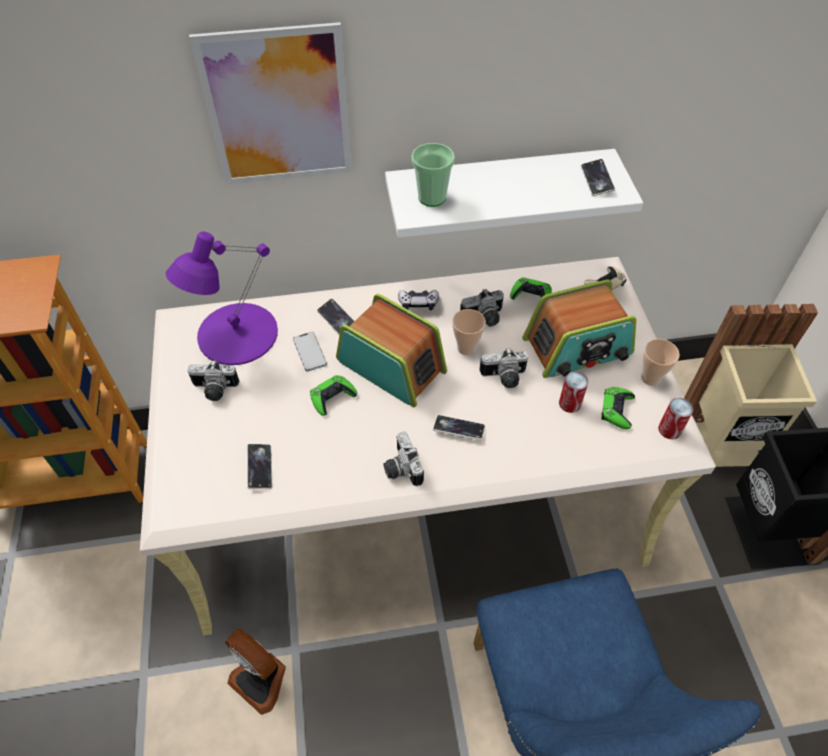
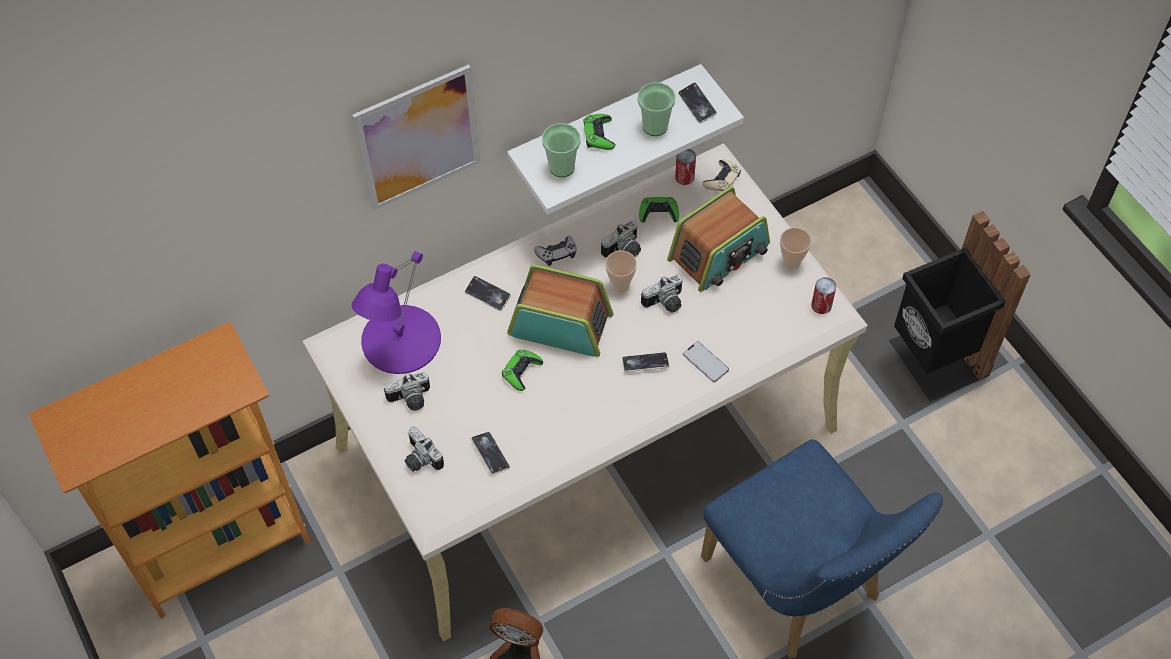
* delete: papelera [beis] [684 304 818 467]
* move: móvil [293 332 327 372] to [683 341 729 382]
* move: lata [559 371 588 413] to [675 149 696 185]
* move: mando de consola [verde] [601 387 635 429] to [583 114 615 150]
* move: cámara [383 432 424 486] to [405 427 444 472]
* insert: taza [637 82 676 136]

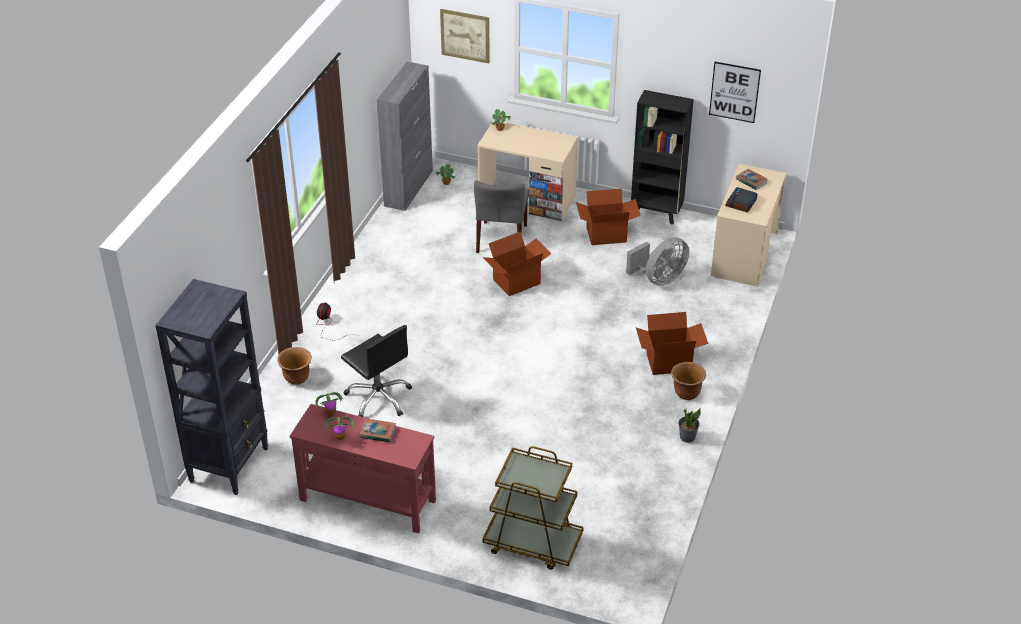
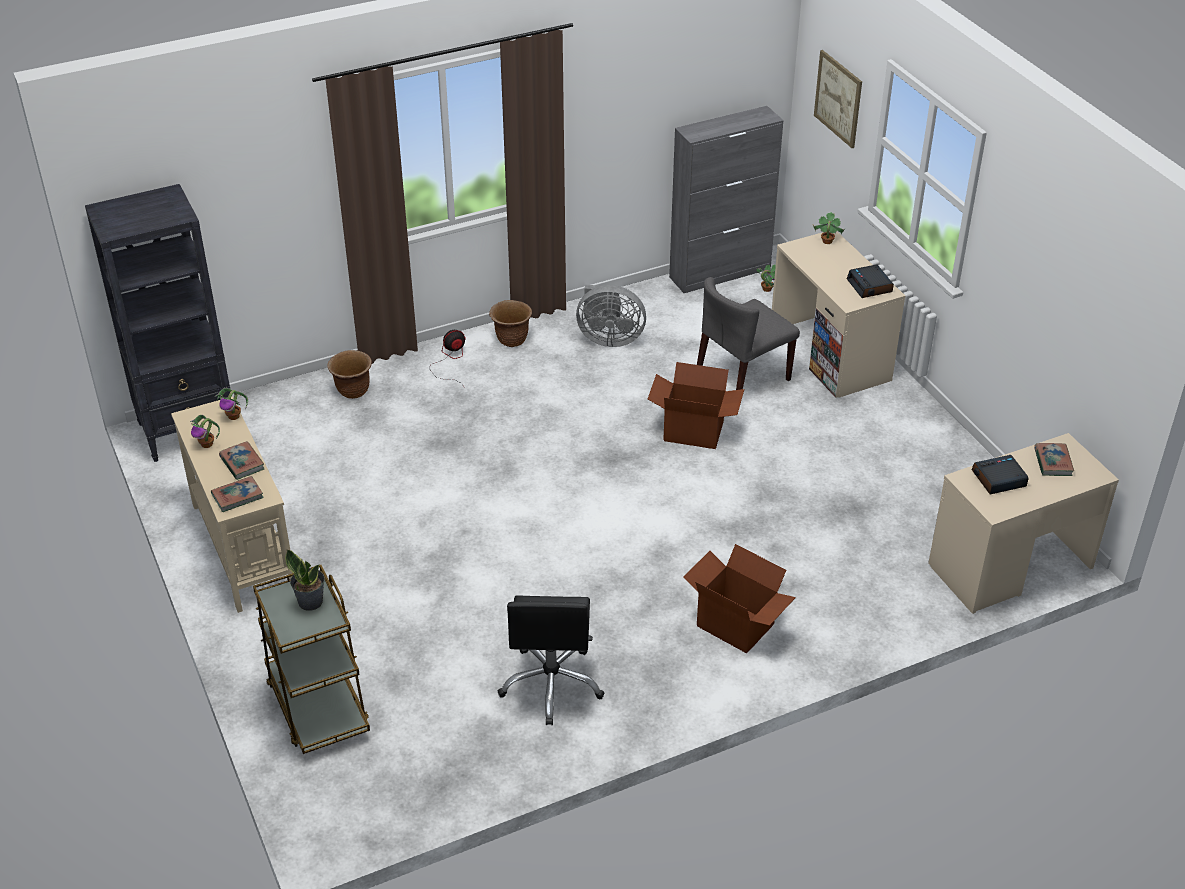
* delete: cuadro [709 62 761 123]
* delete: estantería [negro] [631 90 694 225]
* delete: caja de cartón [576 189 641 245]
* move: ventilador [gris] [626 237 689 286] to [576 285 646 347]
* move: silla de oficina [negro] [341 325 412 417] to [498 595 605 725]
* move: maceta [marrón] [671 362 706 400] to [489 300 532 347]
* recolor: mesa consola [rojo] [290 404 436 534] to mesa consola [beis] [171 396 293 613]
* move: planta en maceta [678 408 701 443] to [285 550 325 611]
* insert: despertador [847 265 894 298]
* insert: libro [211 476 264 512]

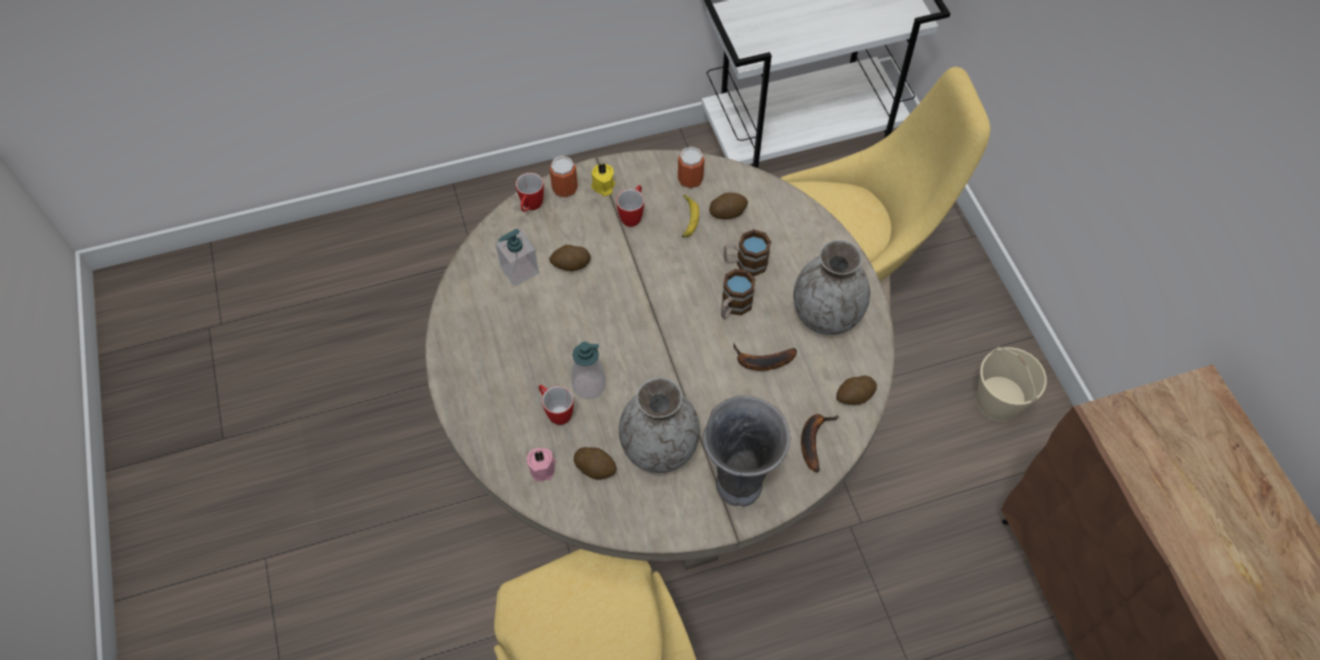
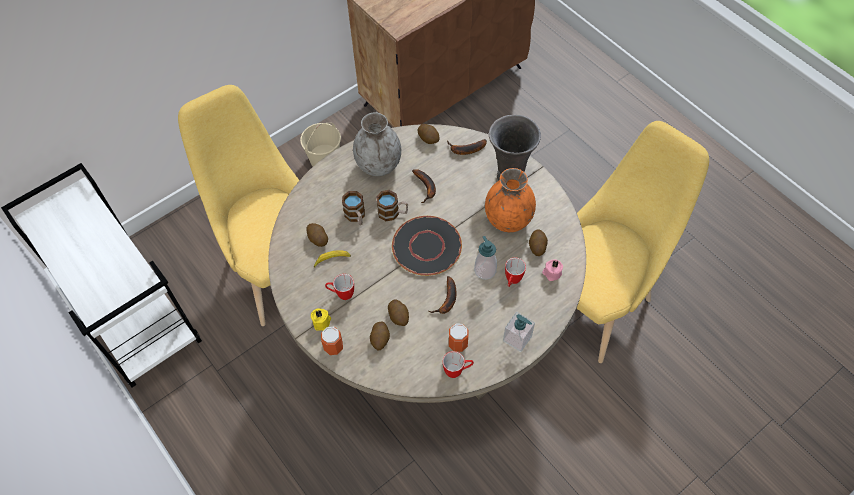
* move: lata [678 147 705 189] to [449 324 468 352]
* move: taza grande [516 173 544 212] to [443 351 474 378]
* move: dispensador de jabón [495 229 539 286] to [503 312 535 352]
* recolor: florero [gris] [619 377 700 473] to florero [naranja] [485 168 536 232]
* insert: plato [negro] [392 216 462 276]
* insert: plátano [429 276 457 314]
* insert: patata [370 322 390 351]

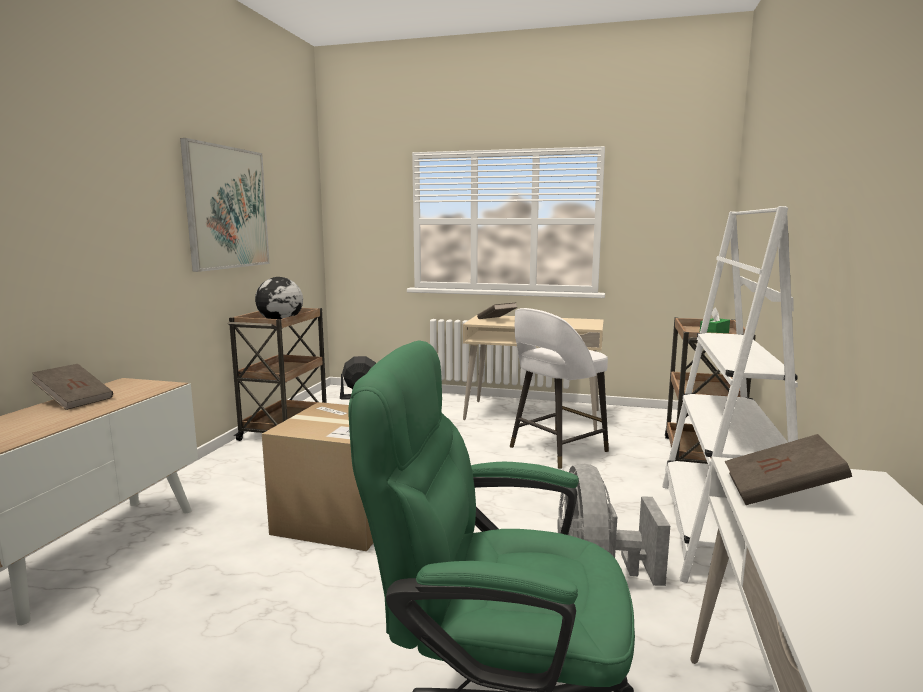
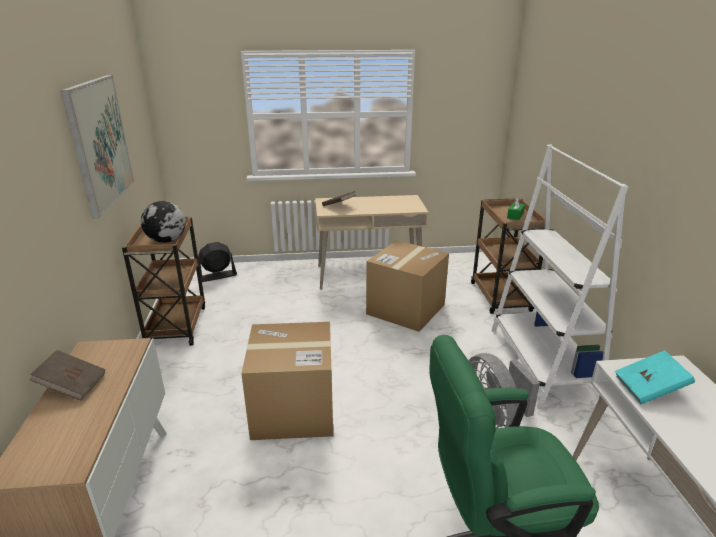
* replace: taburete [blanco] [510 308 609 469] to caja de cartón [366 240 449 332]
* recolor: libro [marrón] [725 434 852 505] to libro [turquesa] [615 350 695 405]

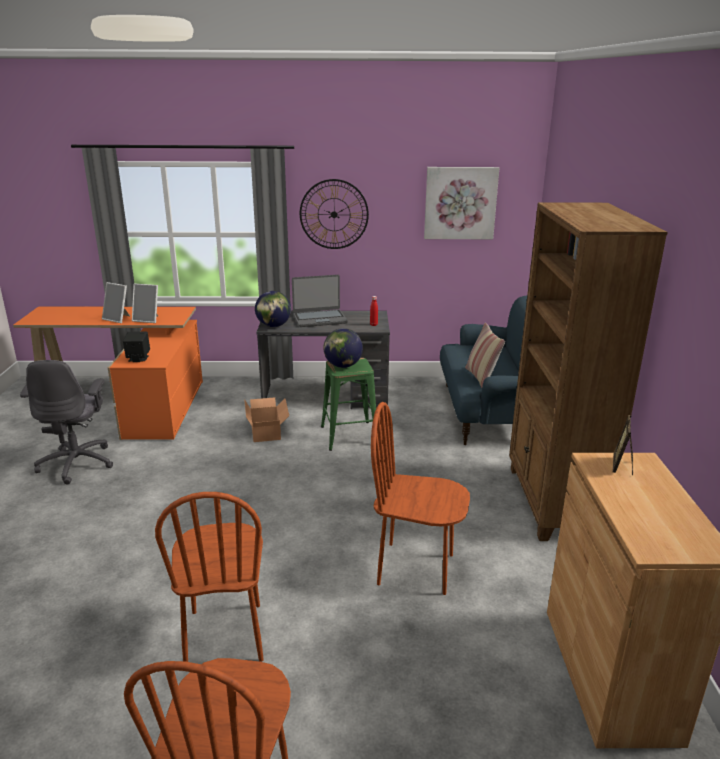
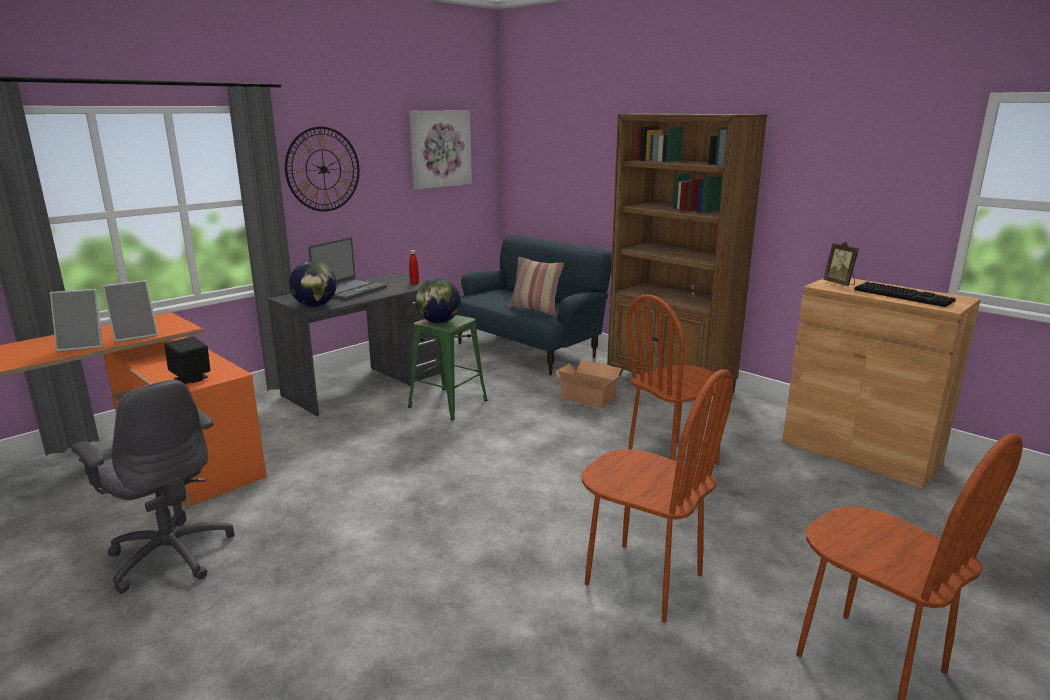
* move: caja de cartón [244 397 289 442] to [555 360 622 409]
* insert: teclado [854 282 956 307]

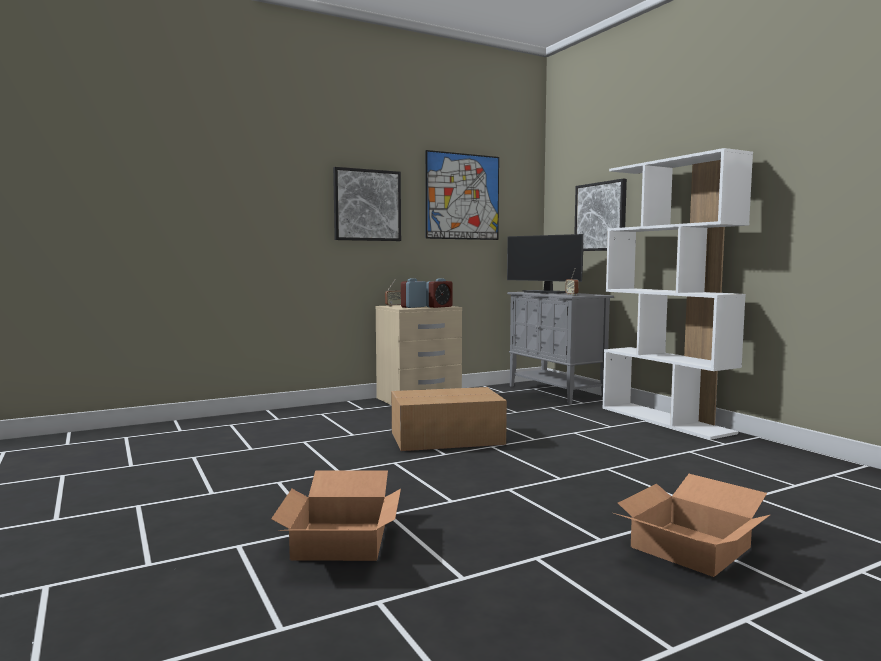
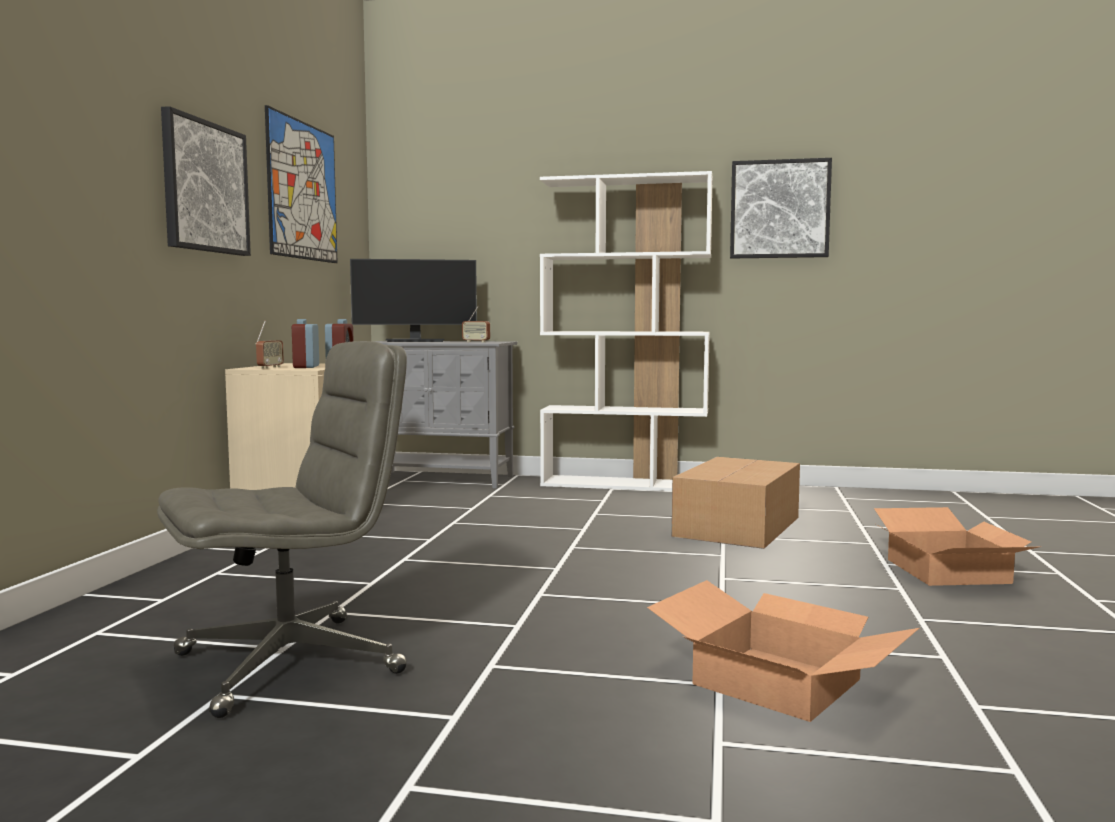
* move: cuadro [574 179 627 251] to [730 158 832 259]
* move: caja de cartón [391 387 507 451] to [672 457 800 549]
* insert: silla de oficina [gris] [157 341 407 718]

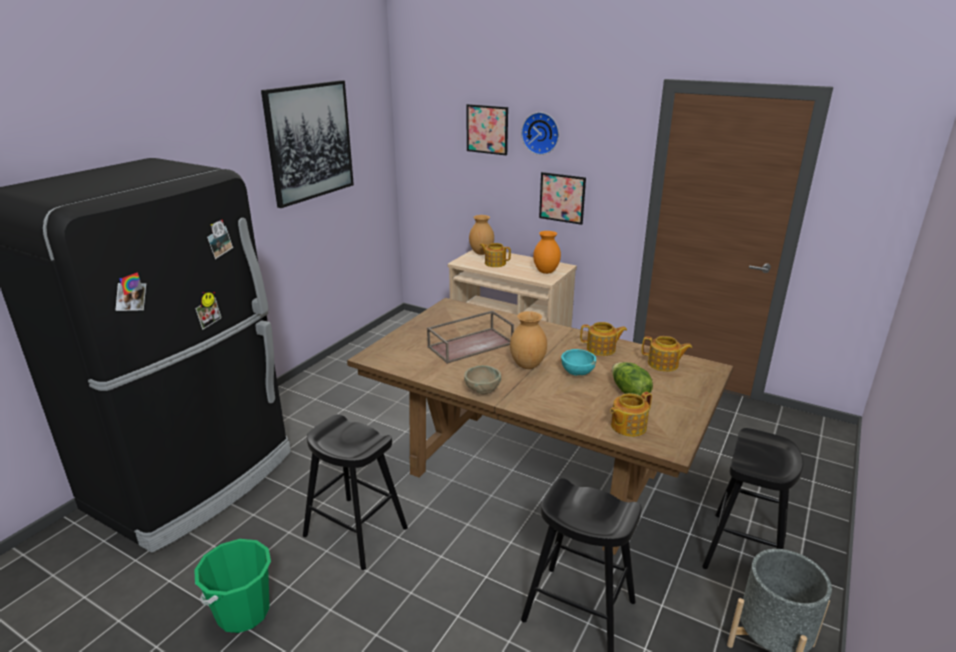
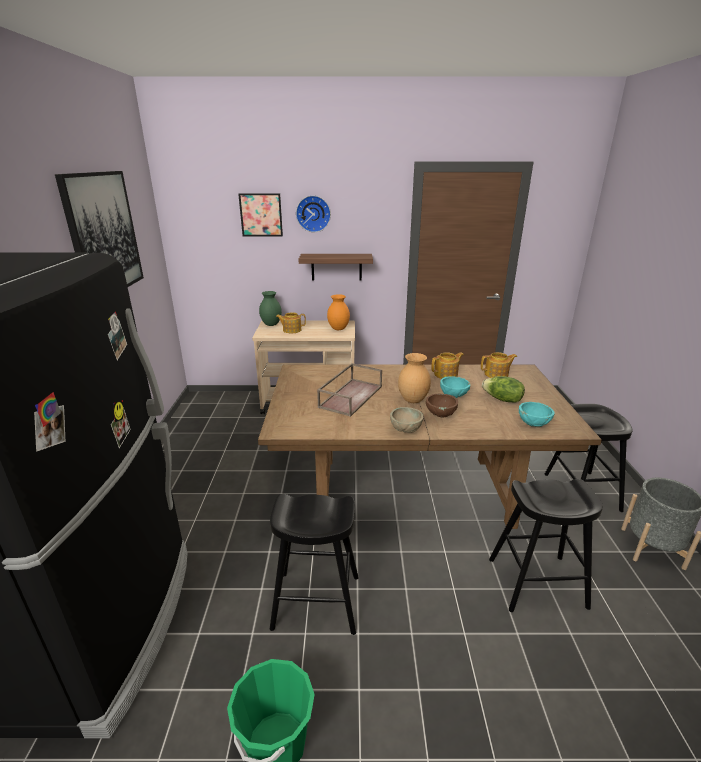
* replace: cuadro [539 172 586 225] to estante [298 254 373 281]
* recolor: florero [marrón] [469 215 494 255] to florero [verde] [259 291 282 326]
* replace: tetera [610 392 652 437] to cuenco [turquesa] [519 402 555 427]
* insert: cuenco [marrón] [426 394 458 417]

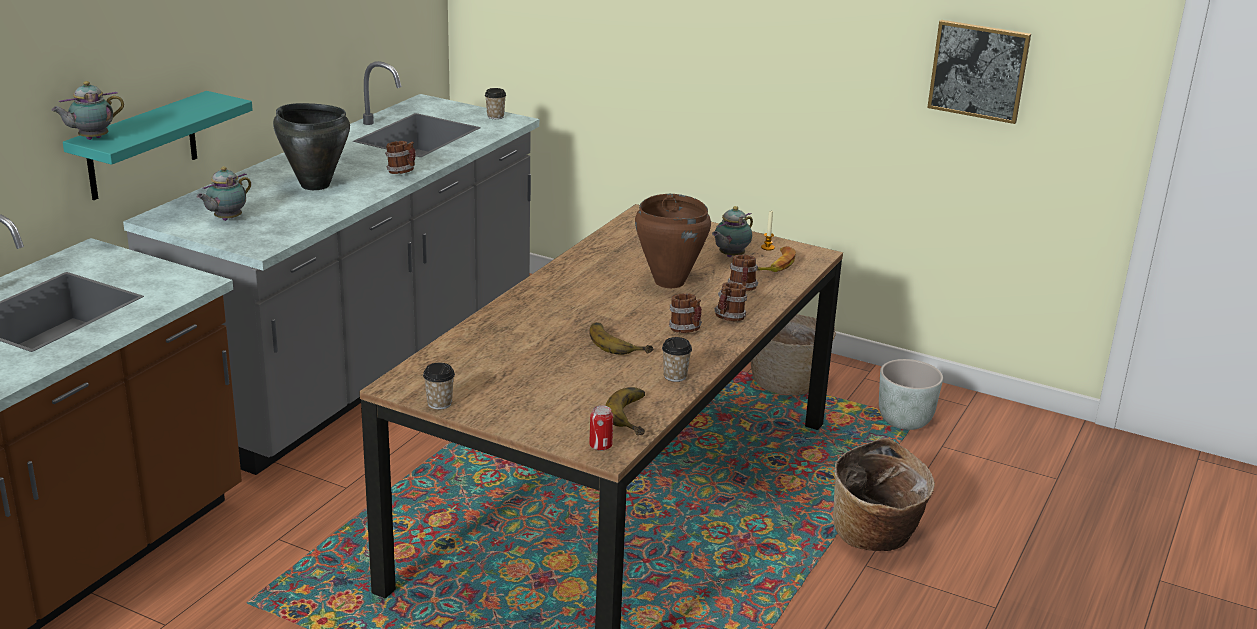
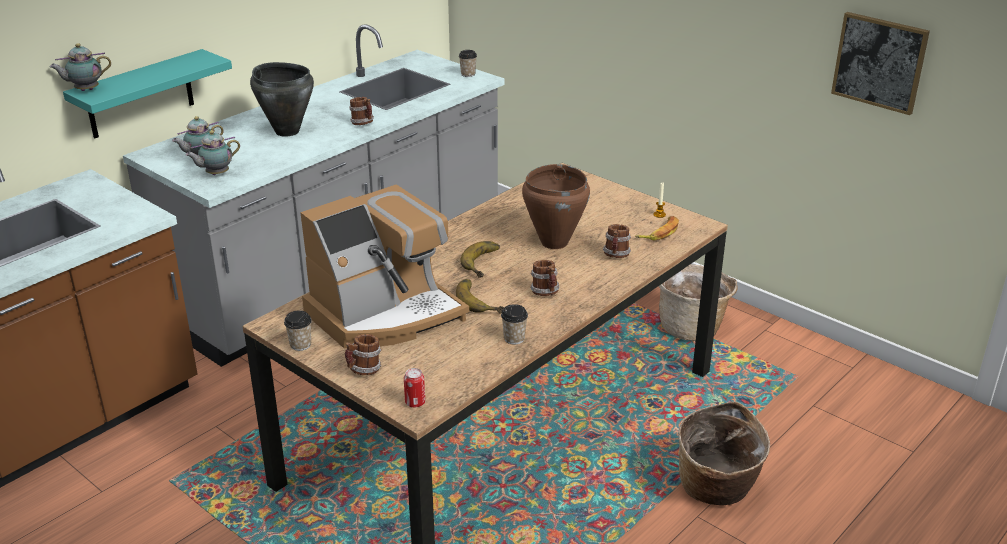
* move: tetera [712 206 753 257] to [185 130 240 175]
* move: taza grande [714 282 747 321] to [345 334 381 375]
* delete: maceta [gris] [879 359 943 430]
* move: plátano [605 387 645 435] to [460 241 500 278]
* insert: cafetera [300 185 469 348]

